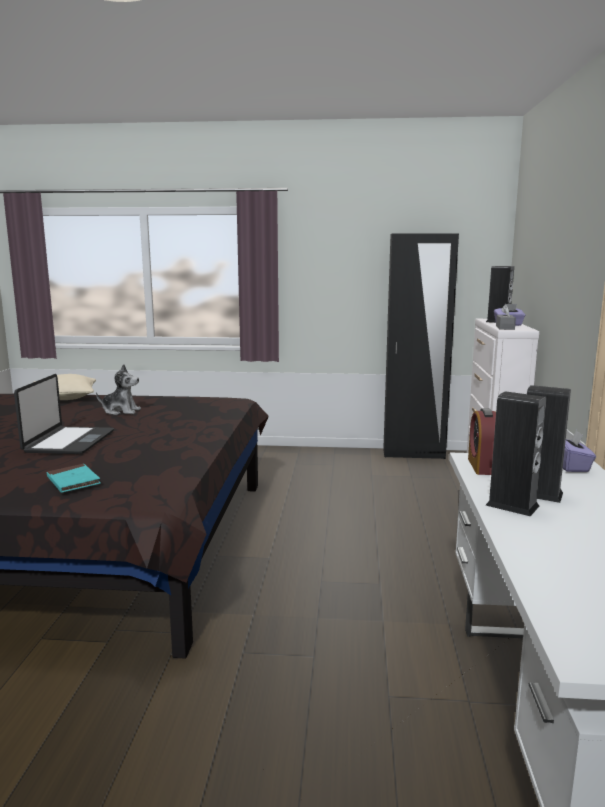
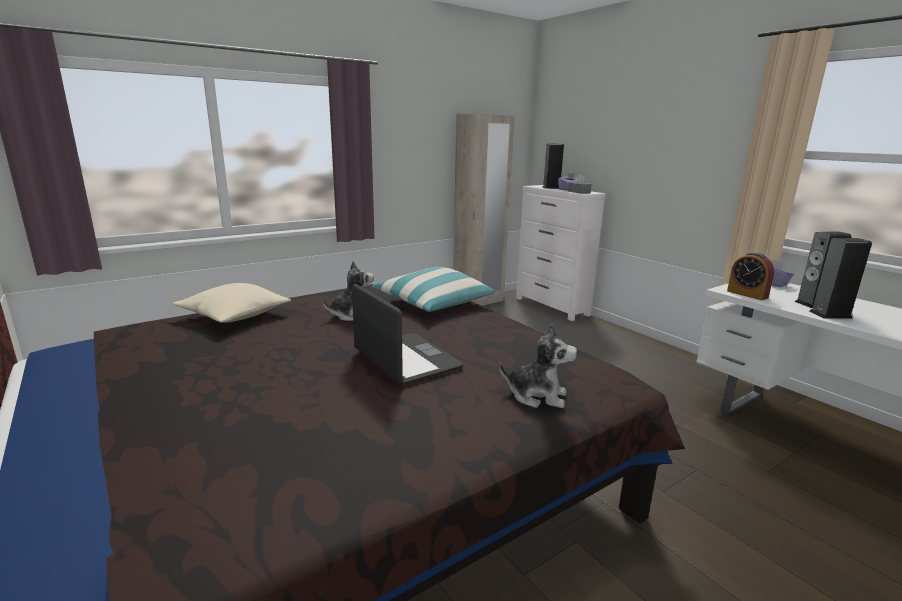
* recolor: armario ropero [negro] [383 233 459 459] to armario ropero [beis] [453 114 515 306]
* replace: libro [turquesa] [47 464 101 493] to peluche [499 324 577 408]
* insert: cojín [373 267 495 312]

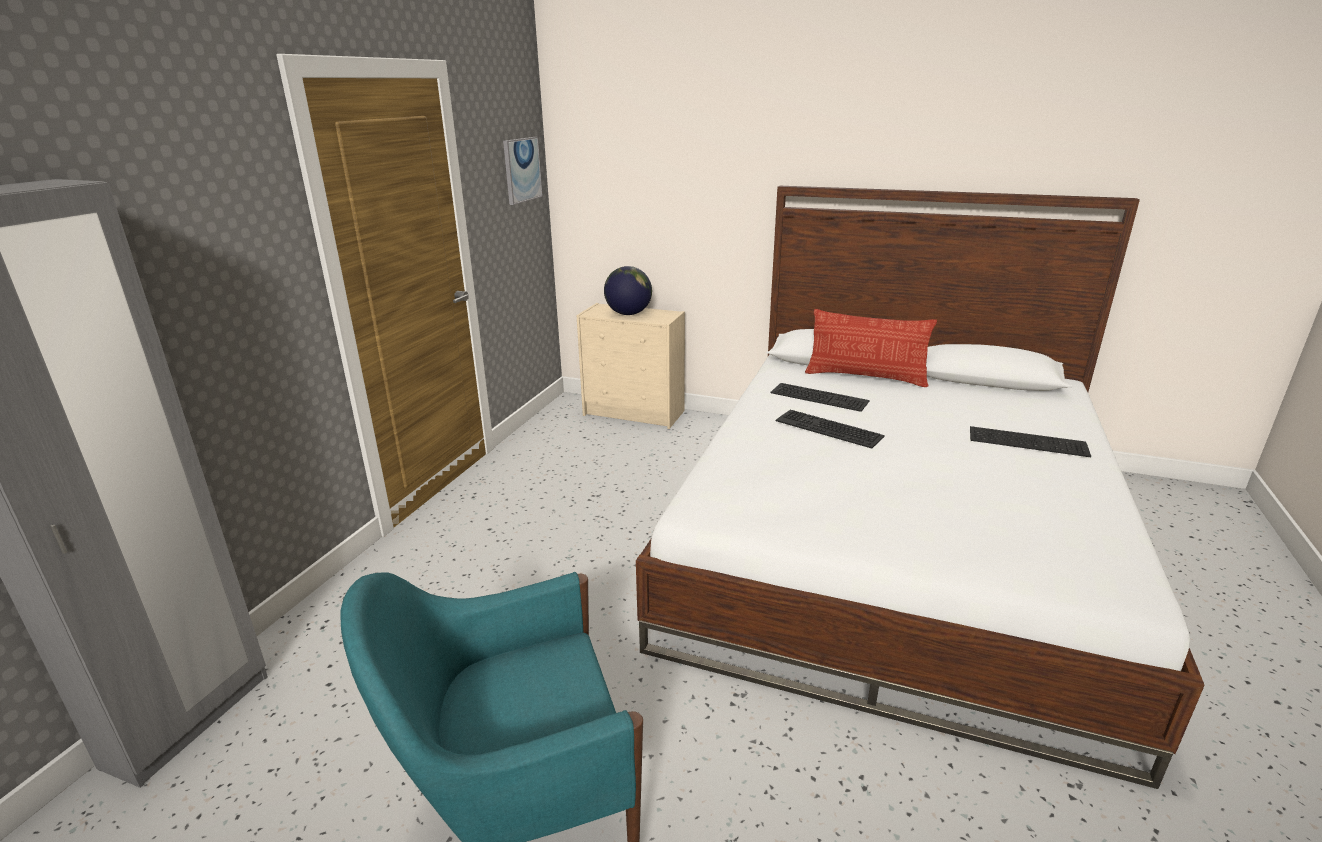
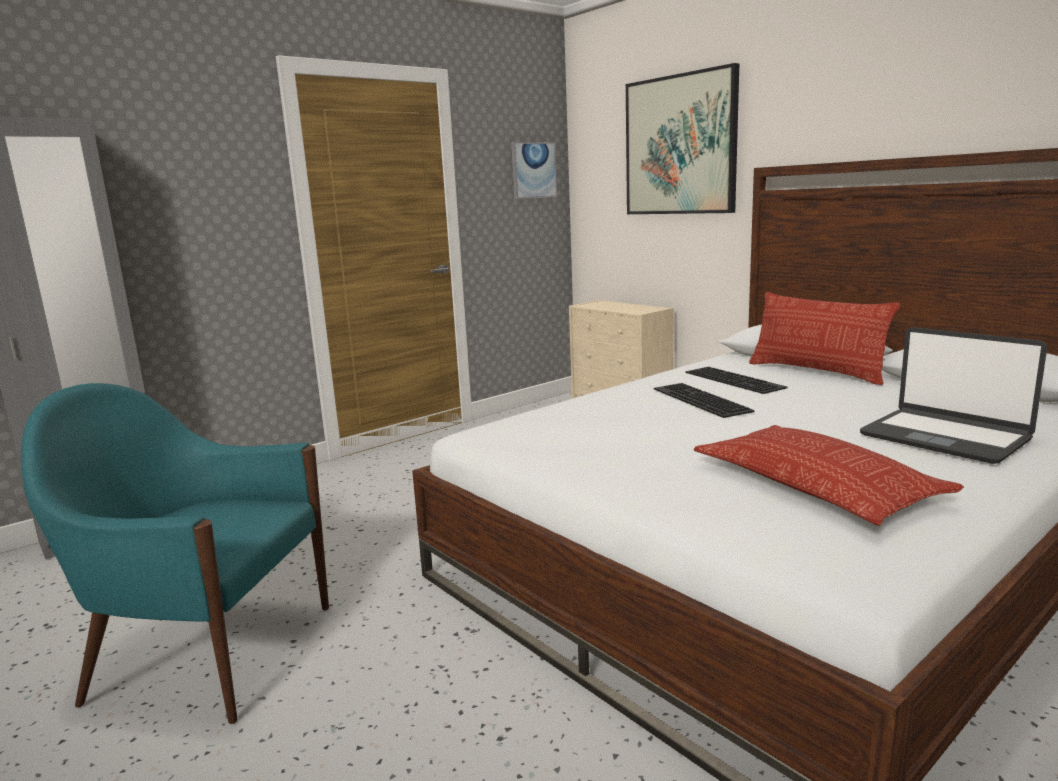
* delete: globo terráqueo [604 266 652 315]
* replace: teclado [970 426 1091 457] to portátil [860 327 1047 464]
* insert: cuadro [626 63 739 214]
* insert: cojín [694 425 964 525]

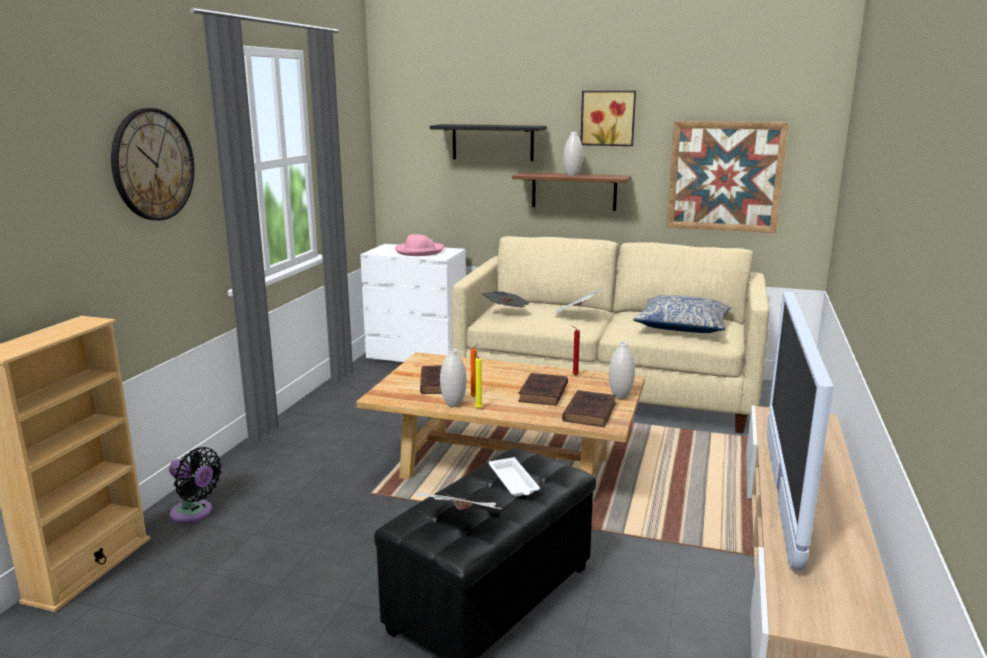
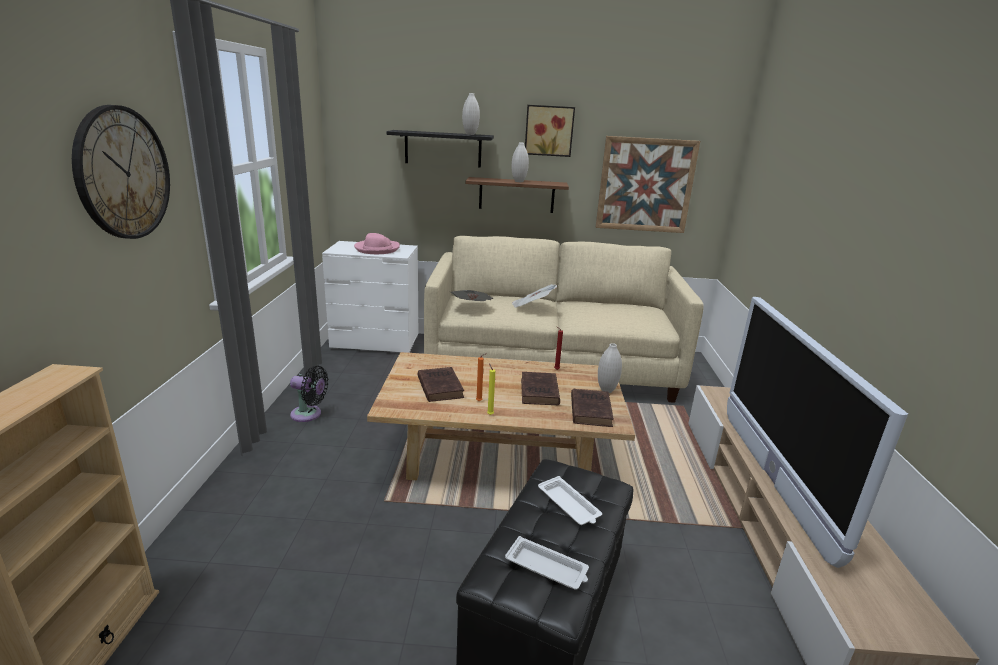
* delete: cojín [633 295 731 333]
* move: florero [blanco] [440 349 467 407] to [462 93 480 135]
* move: ventilador [negro] [169 447 222 523] to [290 366 328 422]
* replace: periódico [414 492 502 510] to bandeja [blanco] [505 536 589 590]

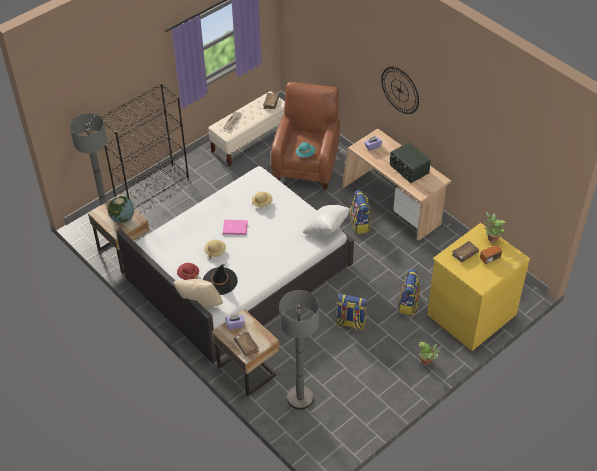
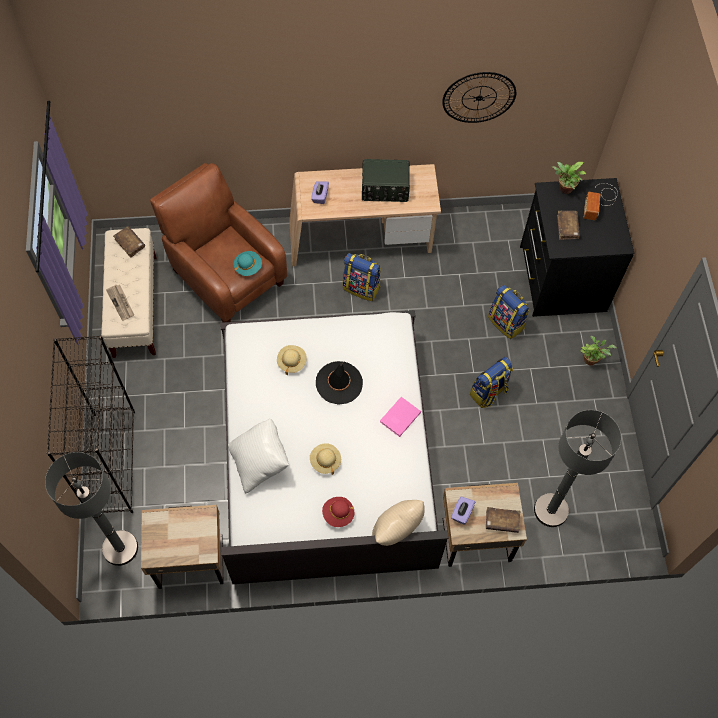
* move: reloj de pared [381 67 419 114] to [442 72 516 123]
* delete: globo terráqueo [107 196 134 223]
* move: cojín [blanco] [303 205 350 235] to [228 419 289 494]
* move: libro [rosa] [223 220 248 235] to [380 397 421 437]
* recolor: cómoda [amarillo] [427 223 530 351] to cómoda [negro] [520 178 634 317]
* move: sombrero [negro] [203 264 237 295] to [316 361 363 405]

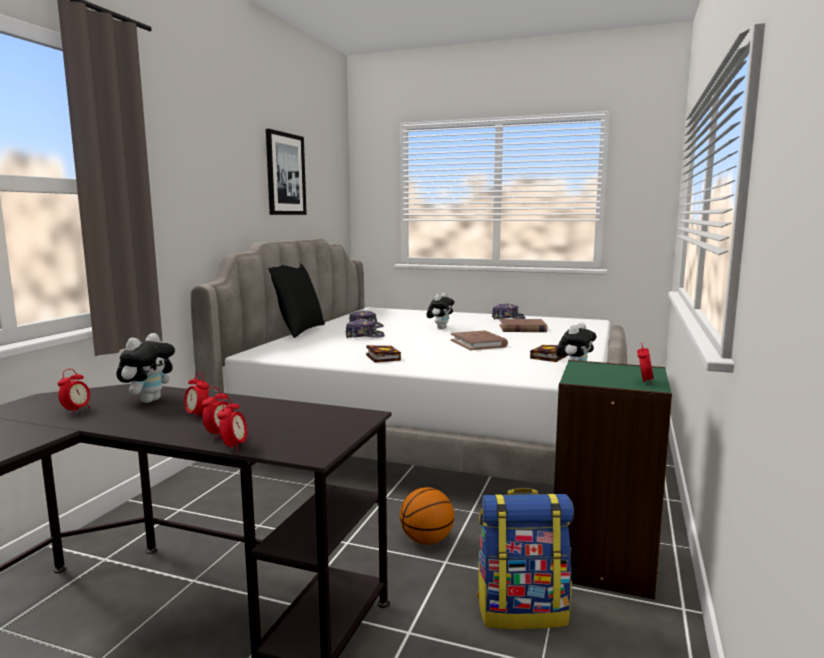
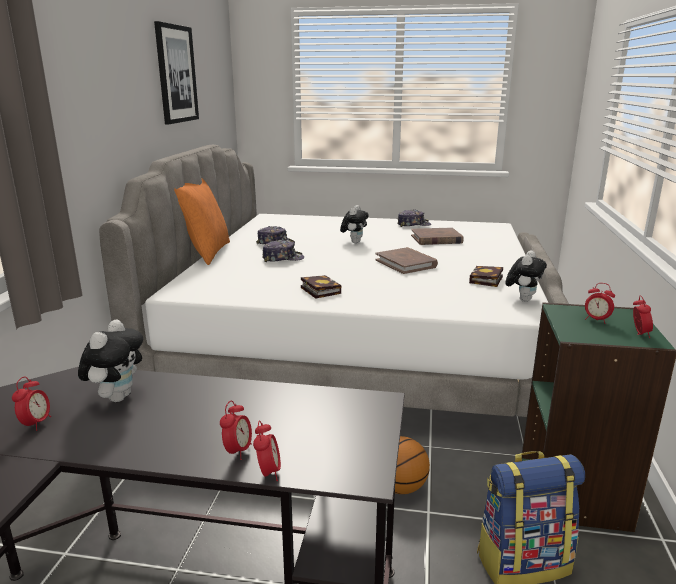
* recolor: cojín [negro] [269 264 325 338] to cojín [naranja] [174 179 230 265]
* move: despertador [184 372 209 419] to [585 283 615 324]

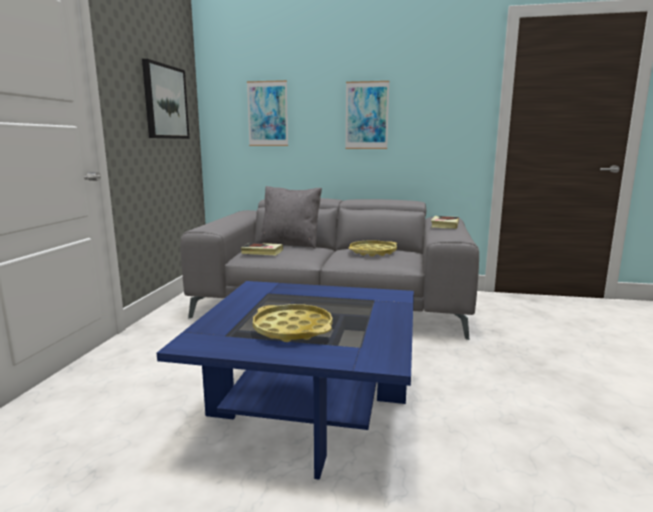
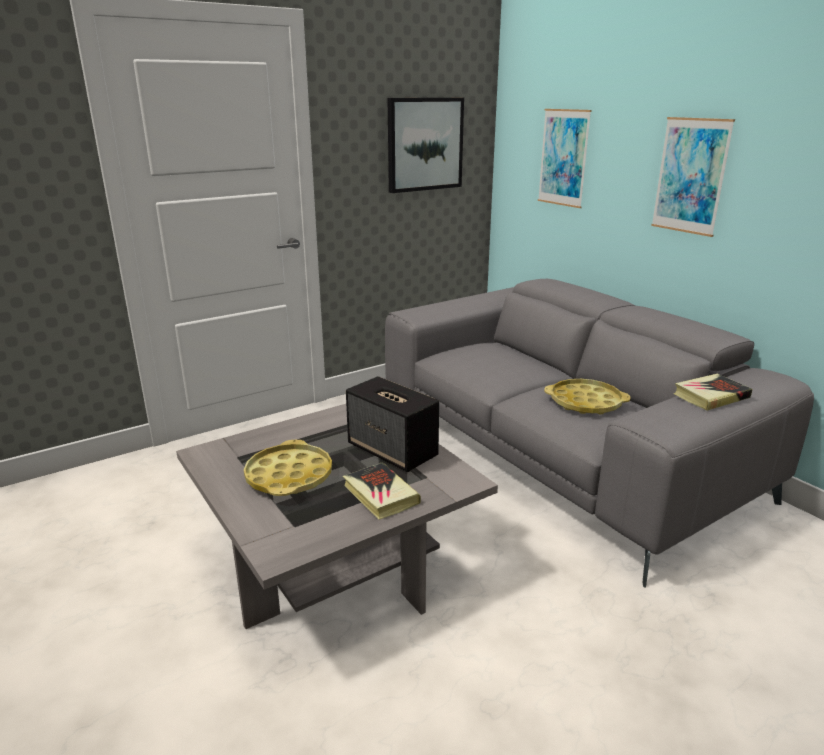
* delete: cojín [gris] [259 186 322 249]
* move: libro [241 243 283 255] to [343 462 421 520]
* recolor: mesa de centro [azul] [157 281 414 480] to mesa de centro [gris] [176 404 498 629]
* insert: altavoz [346 376 439 472]

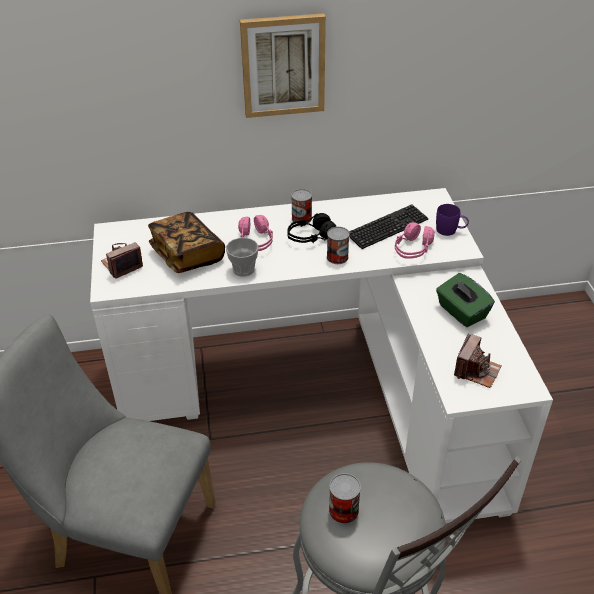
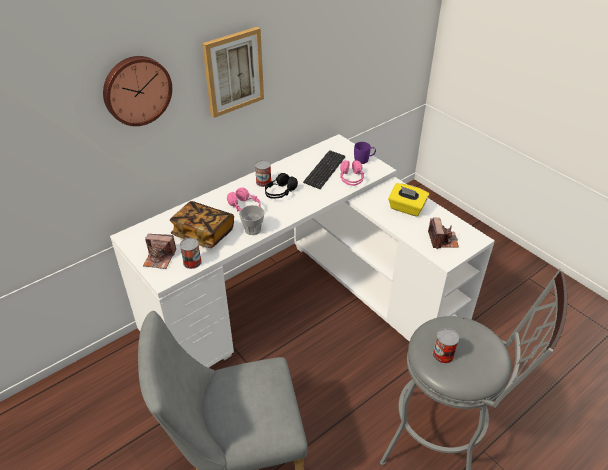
* move: lata [327 227 350 264] to [180 238 202 269]
* rotate: cámara [101 242 143 279] = [143 234 176 269] 105 degrees counterclockwise
* recolor: caja de pañuelos [verde] [436 273 495 327] to caja de pañuelos [amarillo] [388 183 429 217]
* insert: reloj de pared [103 56 172 126]

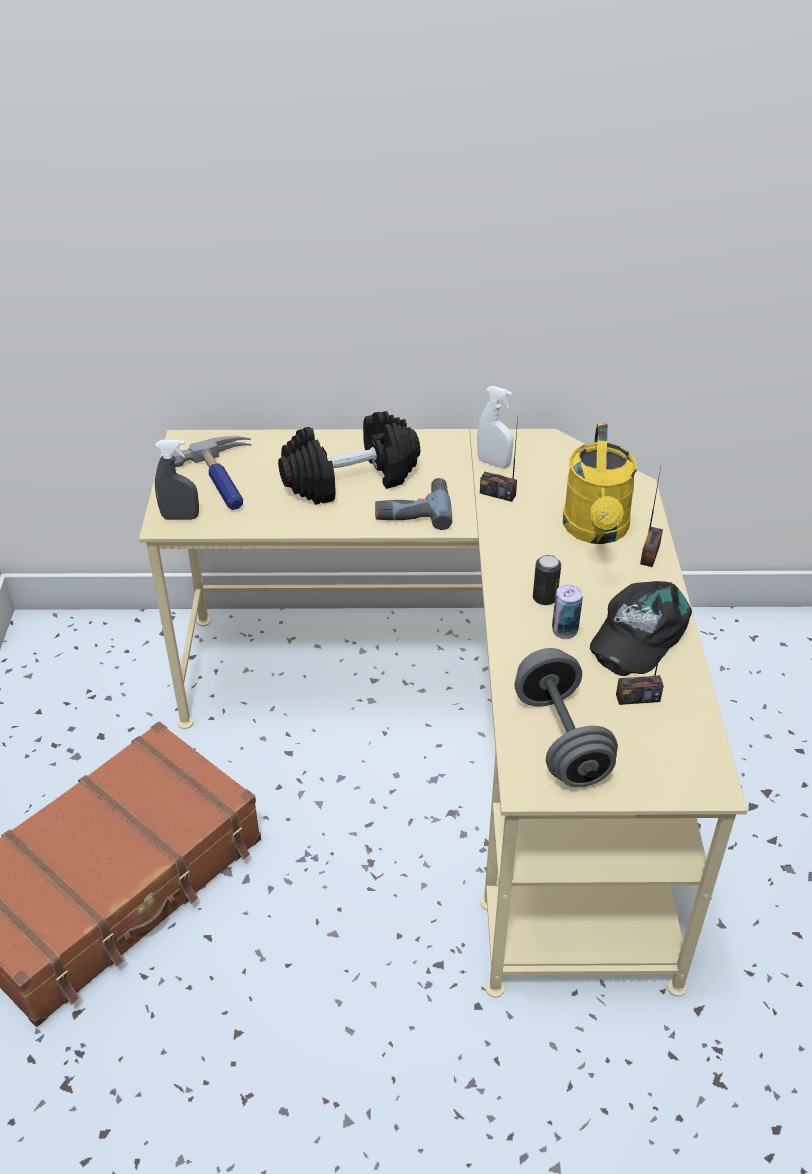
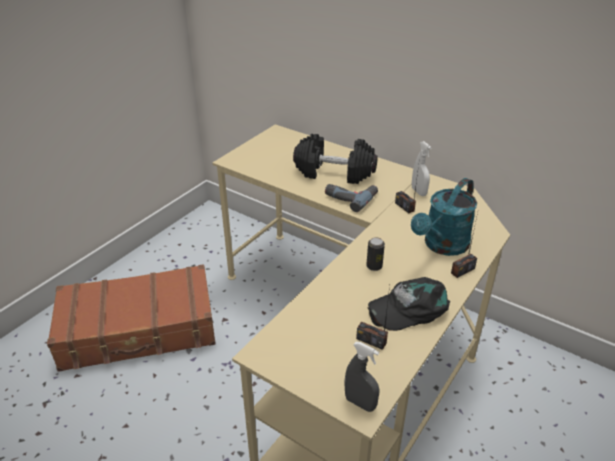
* recolor: regadera [amarillo] [563 423 637 544] to regadera [turquesa] [411 178 477 256]
* delete: martillo [172 436 251 510]
* move: pulverizador [gris] [155 440 199 520] to [344 342 379 412]
* delete: lata [552 584 583 639]
* delete: mancuerna [gris] [515 648 618 787]

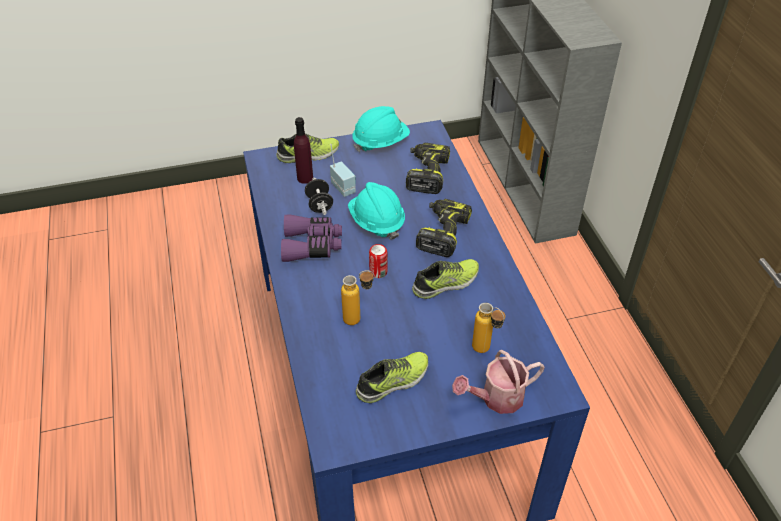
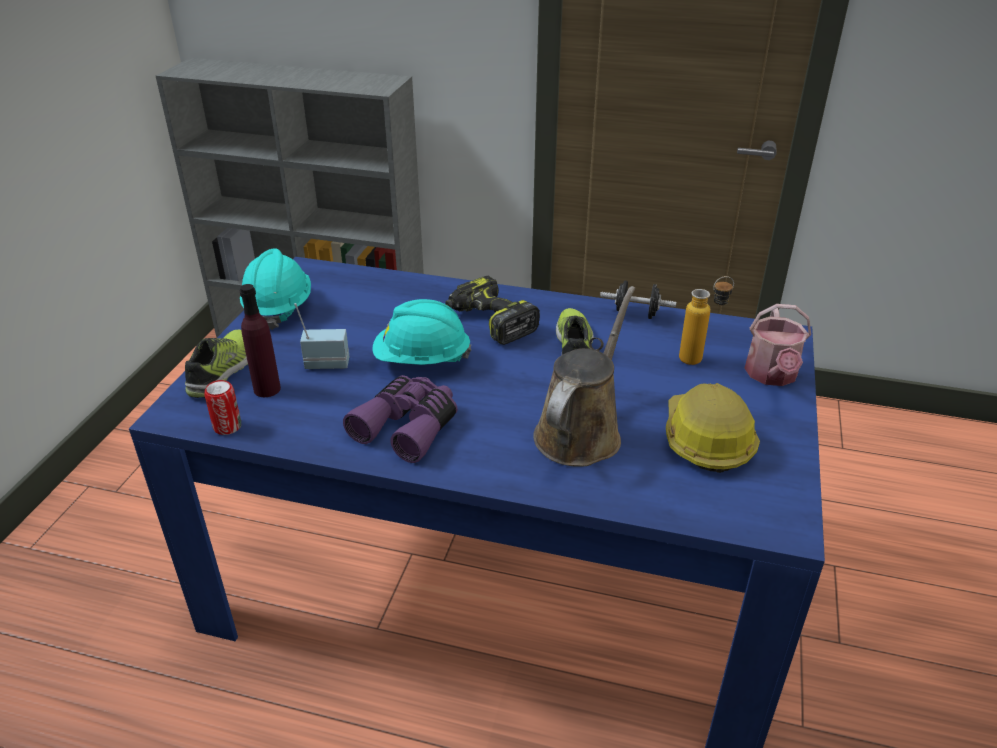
* delete: taladro [406 142 450 194]
* move: mancuerna [negro] [305 178 333 215] to [600 281 677 319]
* move: lata [369 244 388 278] to [205 380 241 435]
* replace: botella [341 270 375 325] to regadera [marrón] [533 286 635 467]
* replace: zapato [356 352 428 403] to casco [666 383 760 473]

